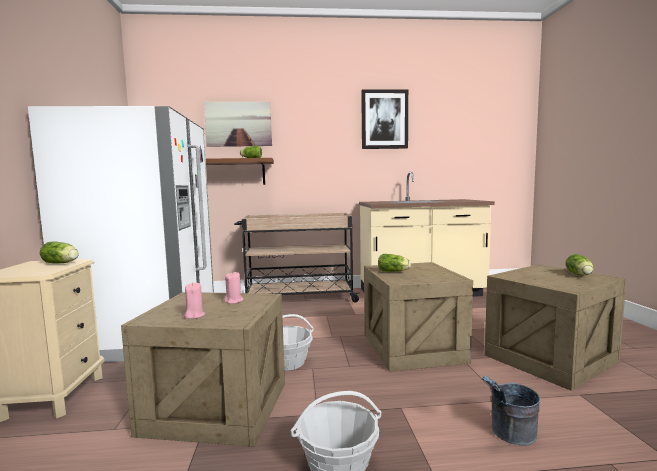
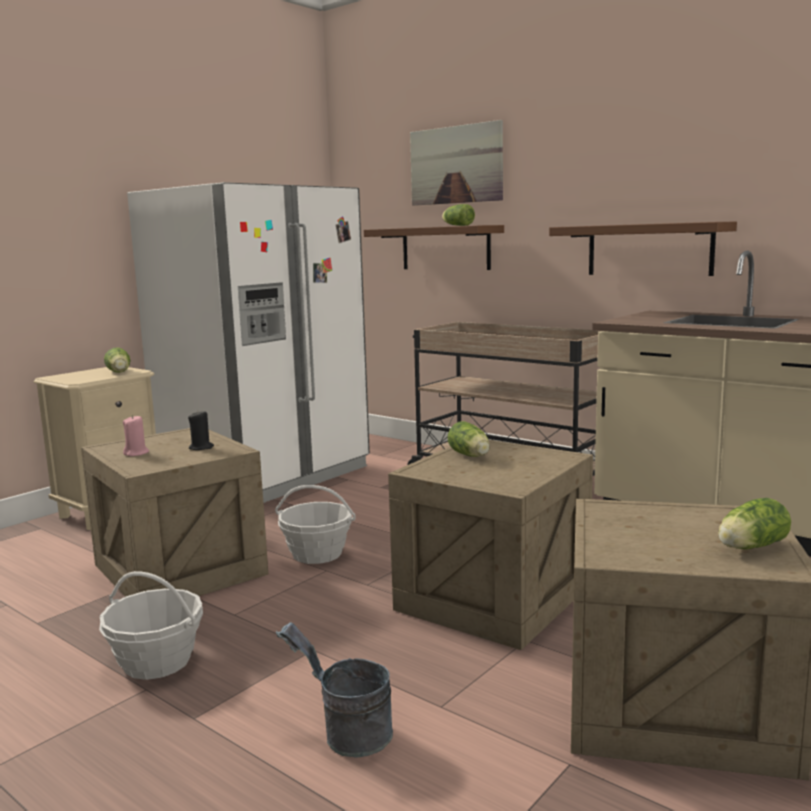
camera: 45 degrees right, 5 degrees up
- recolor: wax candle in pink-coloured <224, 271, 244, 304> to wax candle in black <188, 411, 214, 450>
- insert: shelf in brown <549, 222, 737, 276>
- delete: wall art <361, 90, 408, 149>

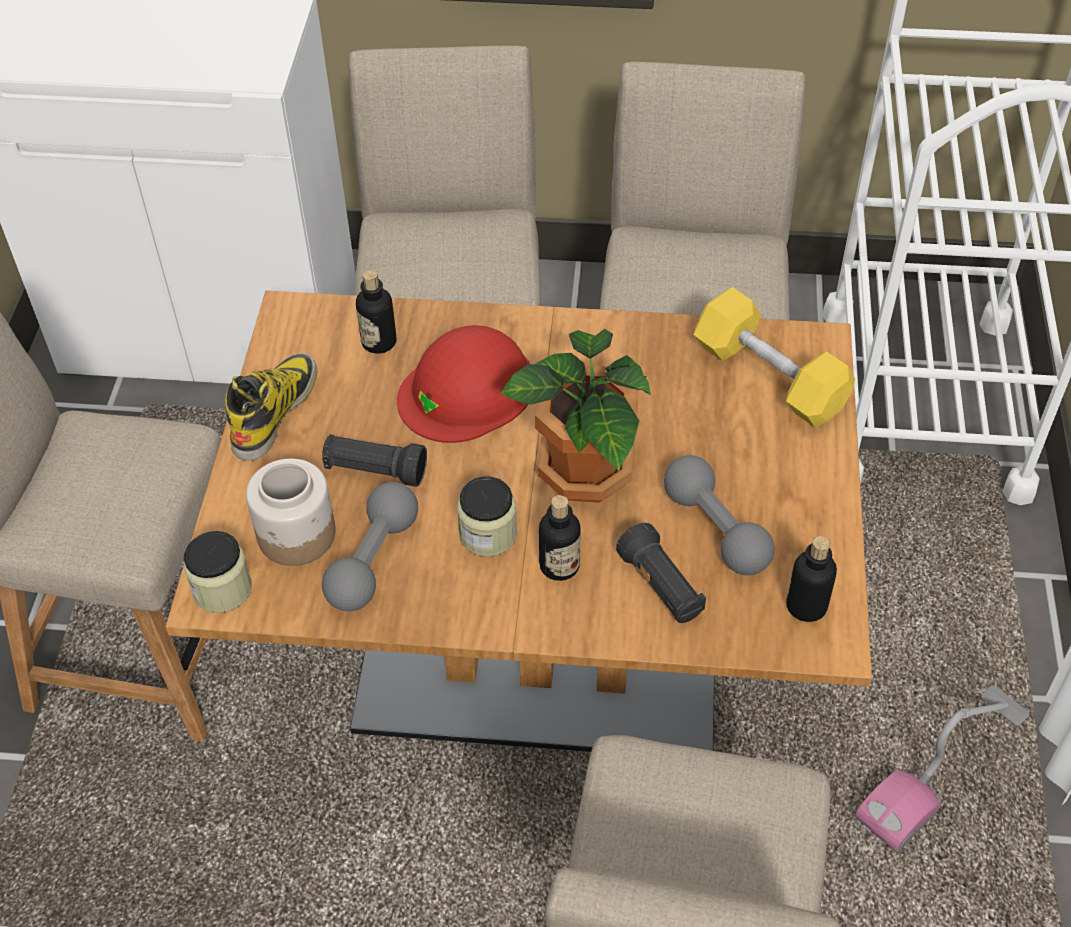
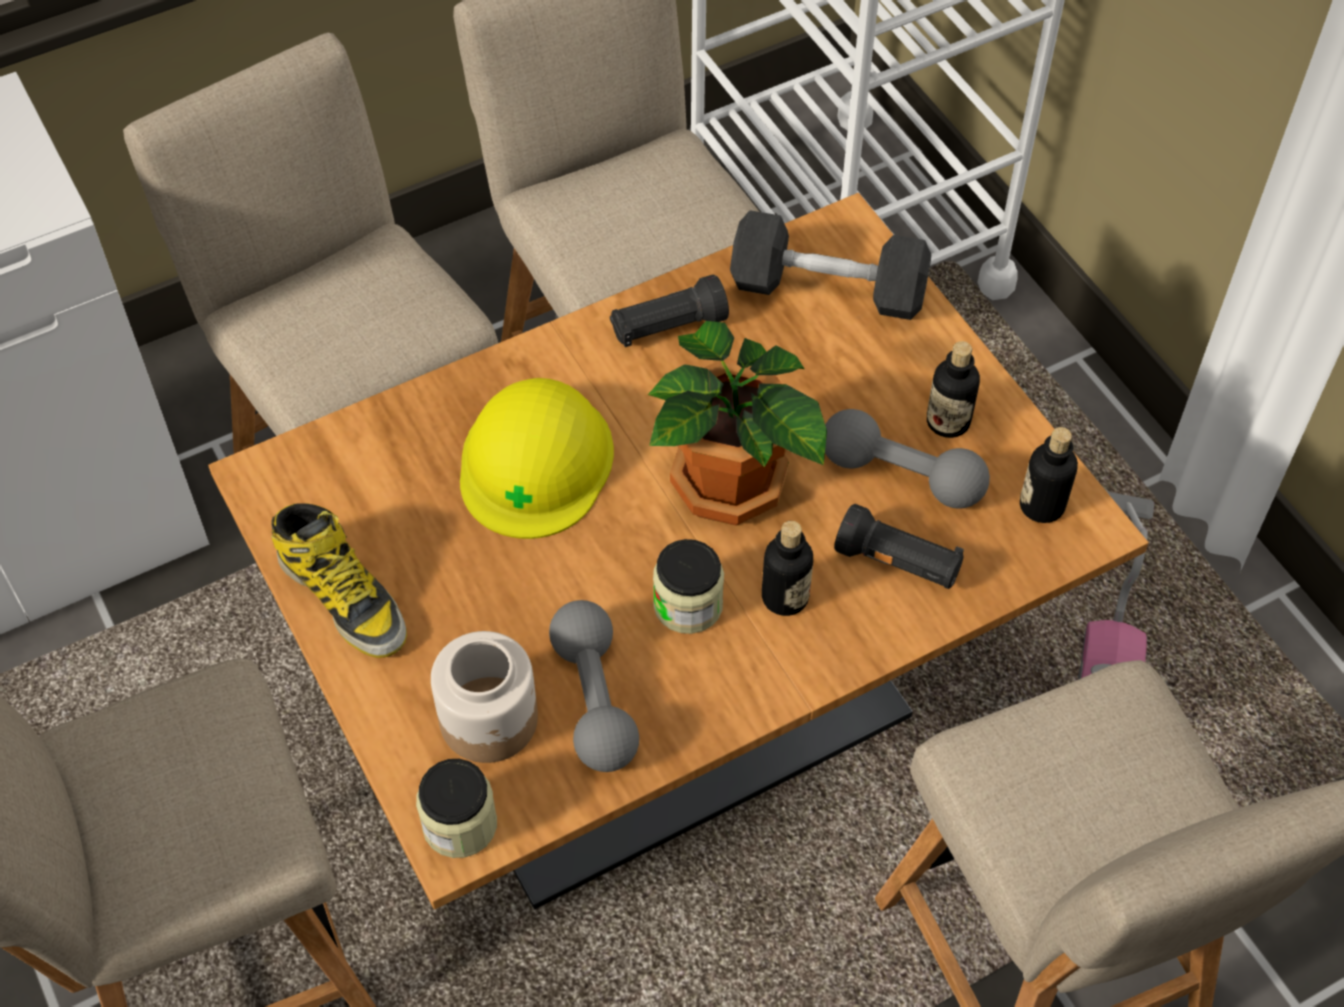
camera: 35 degrees left, 5 degrees up
- rotate: tall boot <225, 353, 318, 461> = <271, 503, 407, 658> 150 degrees clockwise
- recolor: safety helmet in red <397, 325, 530, 443> to safety helmet in yellow-coloured <460, 378, 614, 539>
- move: torch in black <322, 435, 427, 487> to <610, 275, 729, 347>
- recolor: hand weight in yellow-coloured <694, 287, 855, 428> to hand weight in greyish <730, 210, 931, 320>
- move: beverage bottle <356, 270, 397, 354> to <927, 341, 980, 438>

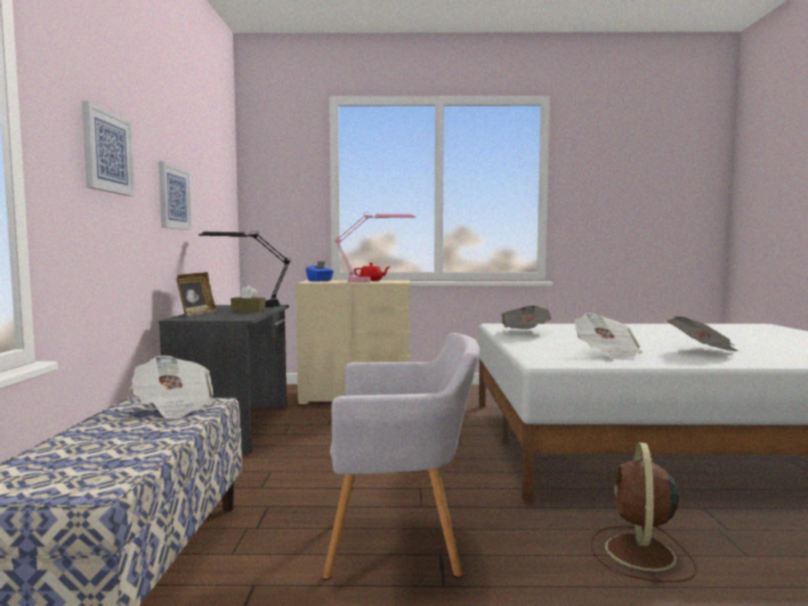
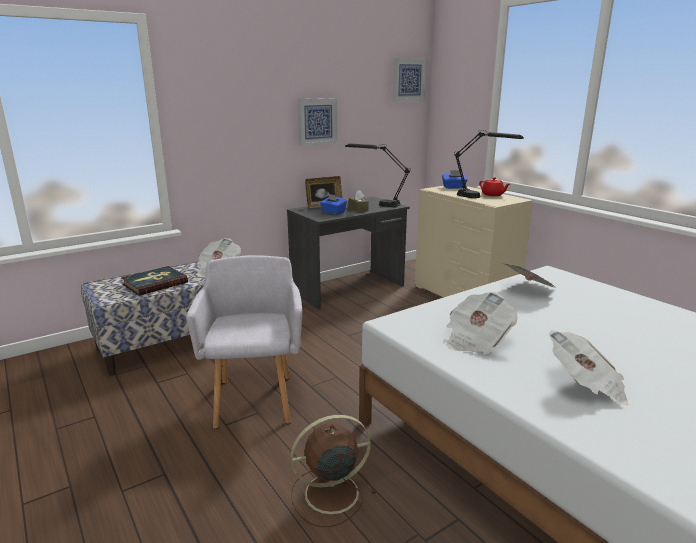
camera: 55 degrees right, 15 degrees up
- insert: bound book <121, 266, 188, 296>
- rotate: easy chair in greyish <322, 333, 480, 580> = <186, 255, 303, 429> 150 degrees counterclockwise
- insert: box of tissues in blue-coloured <320, 194, 347, 214>
- move: wall art <82, 101, 135, 196> to <393, 58, 427, 101>
- recolor: table lamp in pink-coloured <334, 213, 416, 283> to table lamp in black <454, 130, 524, 198>

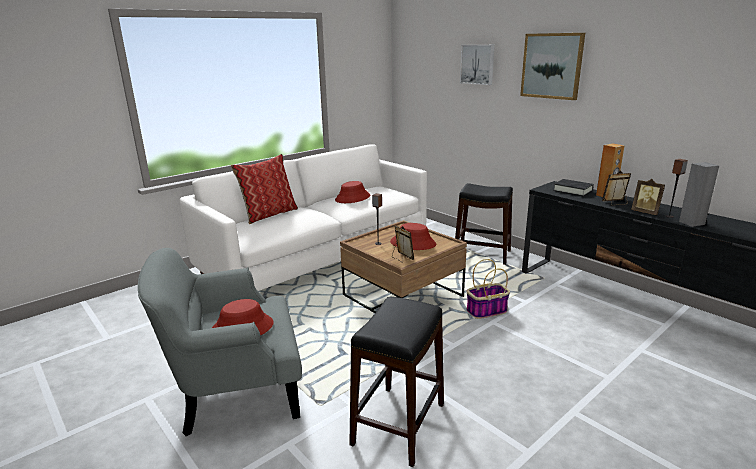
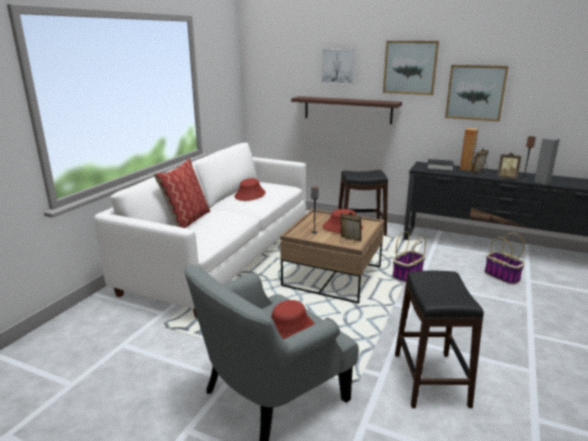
camera: 25 degrees left, 0 degrees up
- insert: shelf <291, 96, 402, 124>
- insert: wall art <445, 65, 509, 122>
- insert: household basket <484, 233, 525, 285>

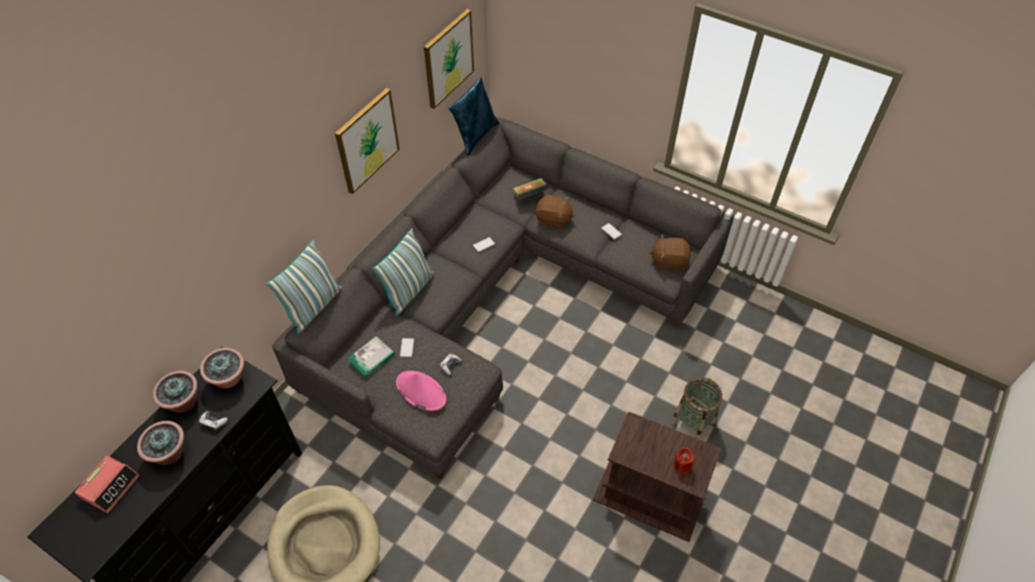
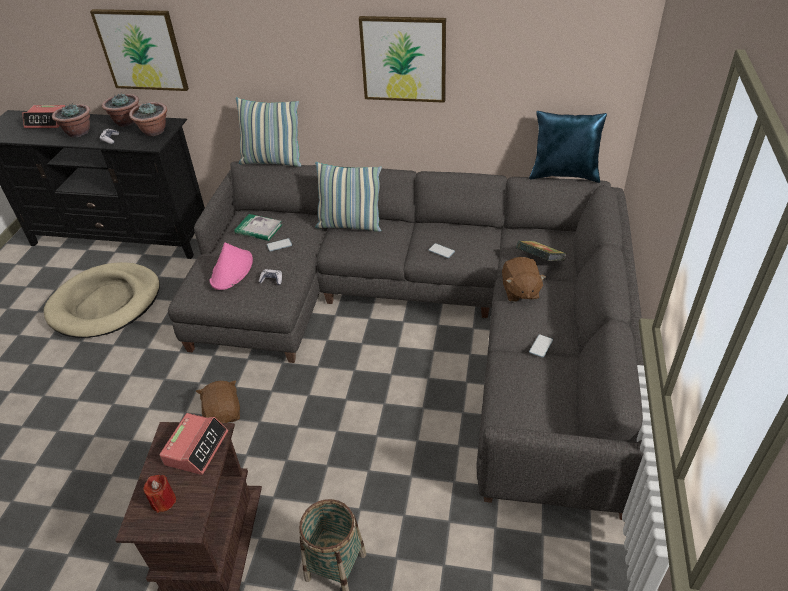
camera: 70 degrees right, 10 degrees down
- move: wall art <424, 9, 474, 109> to <90, 9, 189, 91>
- insert: bedside clock <159, 413, 228, 475>
- move: plush toy in brown <649, 235, 691, 271> to <196, 381, 240, 423>

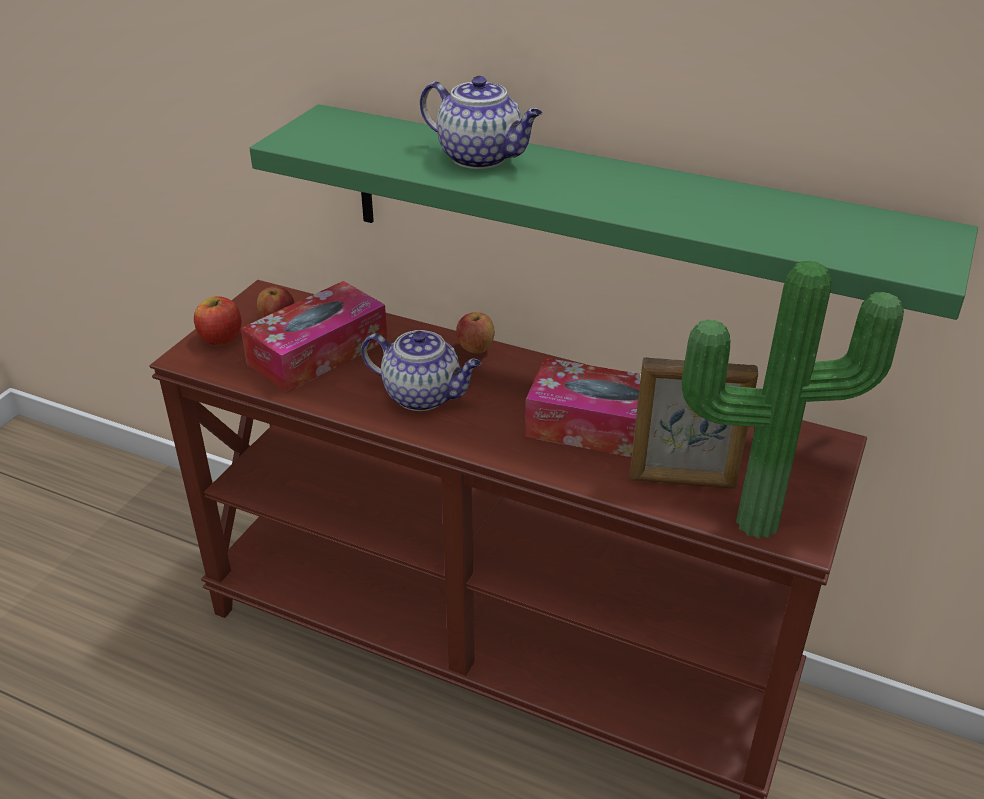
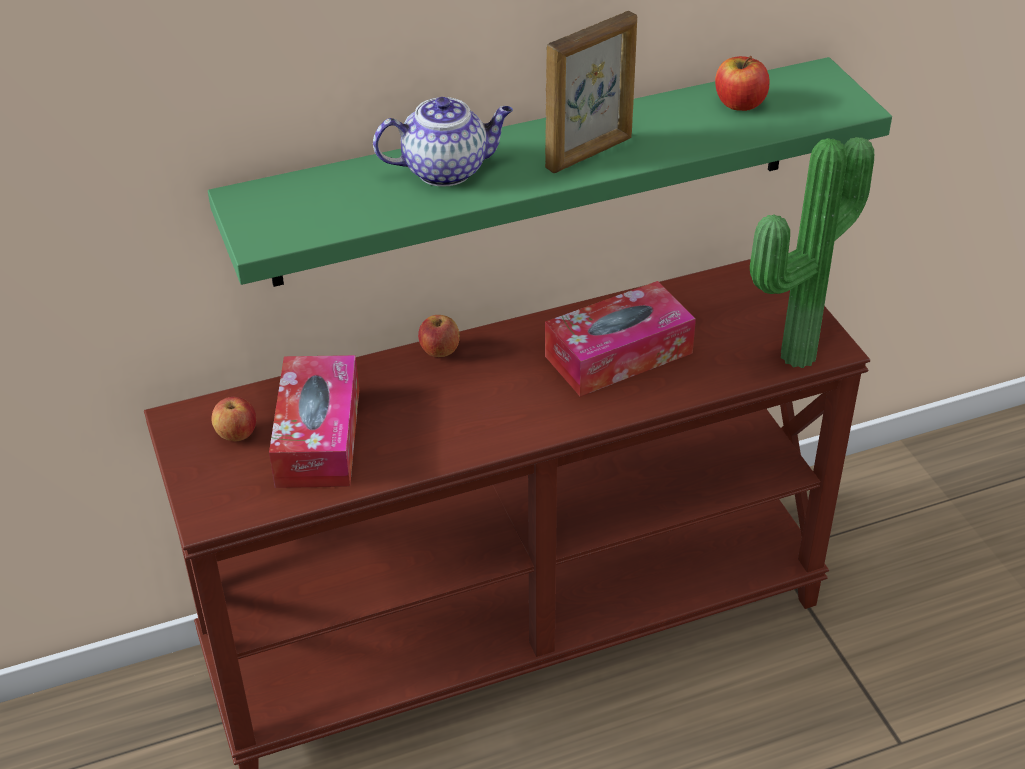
camera: 45 degrees left, 5 degrees up
- move: photo frame <630, 357, 758, 489> to <545, 11, 637, 173>
- move: apple <194, 296, 241, 346> to <715, 56, 770, 111>
- delete: pot for tea <361, 330, 481, 411>

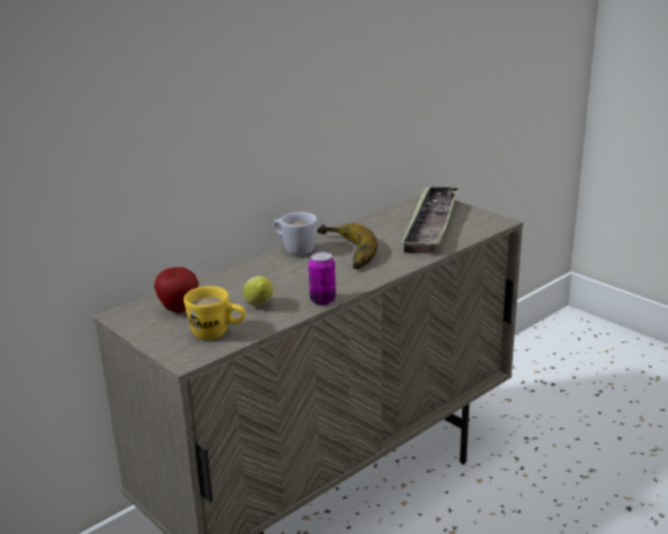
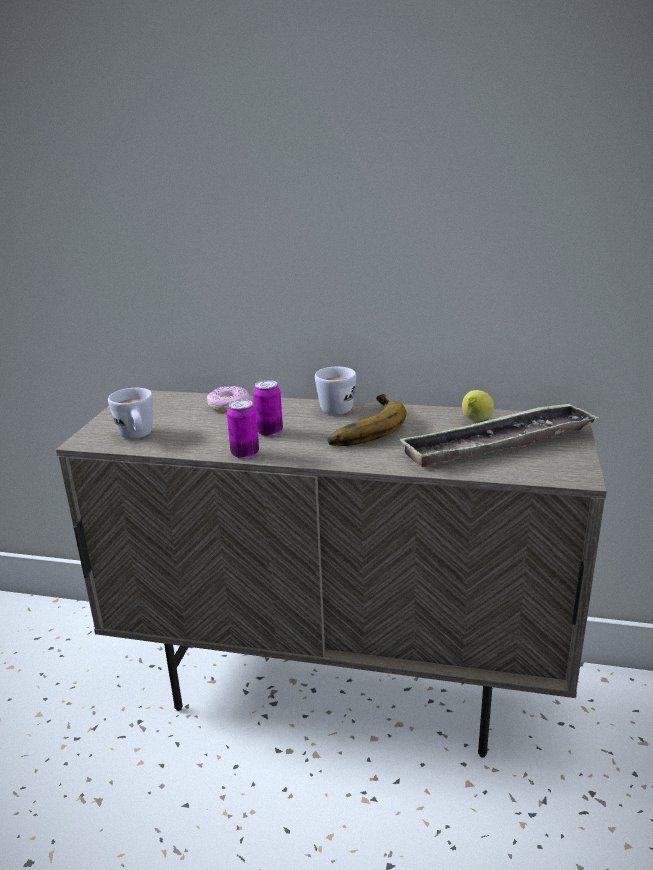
camera: 55 degrees right, 0 degrees up
- recolor: coffee mug in yellow-coloured <184, 286, 246, 340> to coffee mug in white <108, 388, 153, 439>
- insert: donut <207, 386, 249, 412>
- insert: sealed can <253, 380, 283, 436>
- move: whole lemon <243, 276, 273, 306> to <462, 390, 494, 421>
- delete: apple <154, 267, 199, 313>

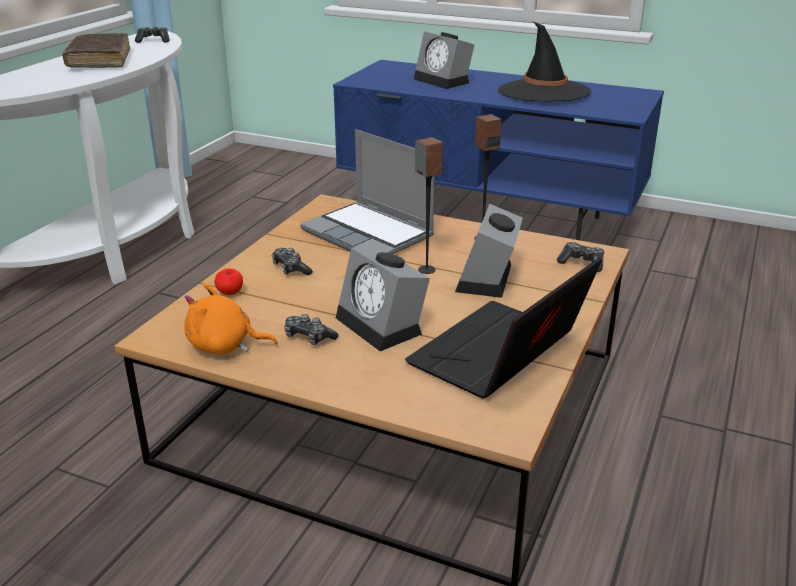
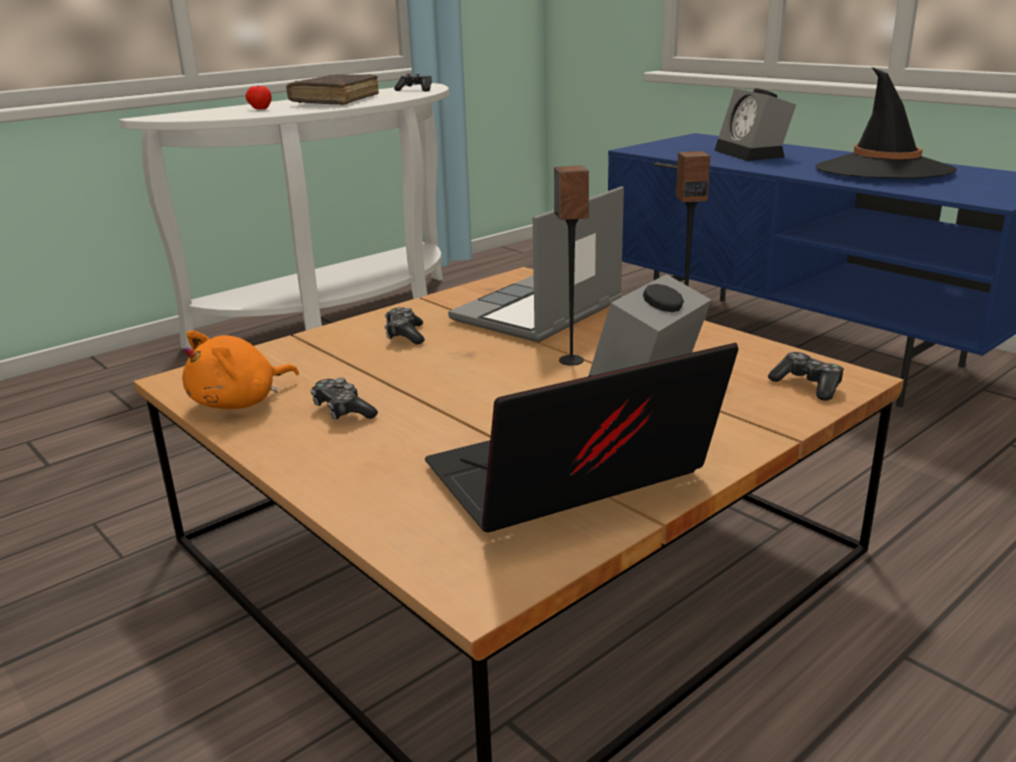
camera: 25 degrees right, 5 degrees down
- rotate: plush toy in orangey <184, 284, 277, 354> = <182, 330, 299, 409> 75 degrees counterclockwise
- move: apple <214, 269, 243, 295> to <245, 86, 272, 109>
- rotate: laptop <300, 129, 435, 254> = <448, 186, 624, 343> 60 degrees clockwise
- delete: bedside clock <336, 248, 430, 351>

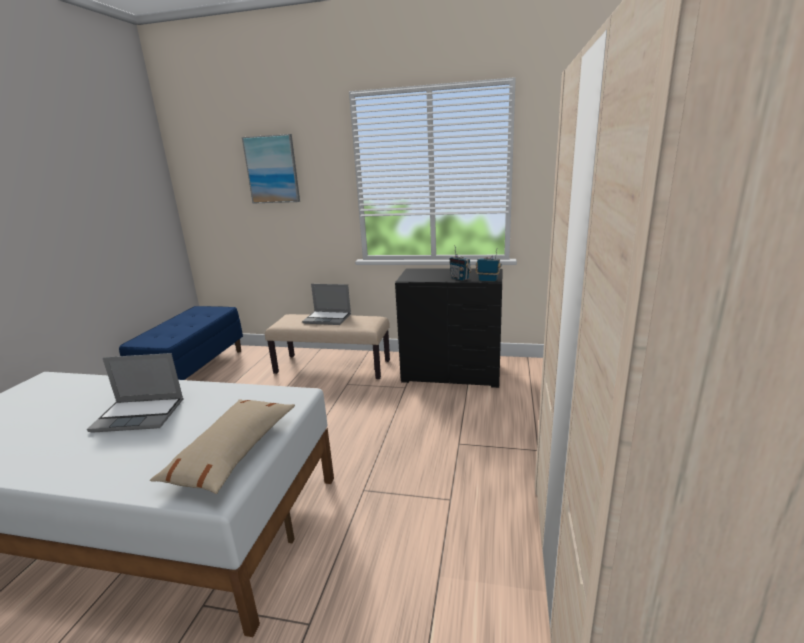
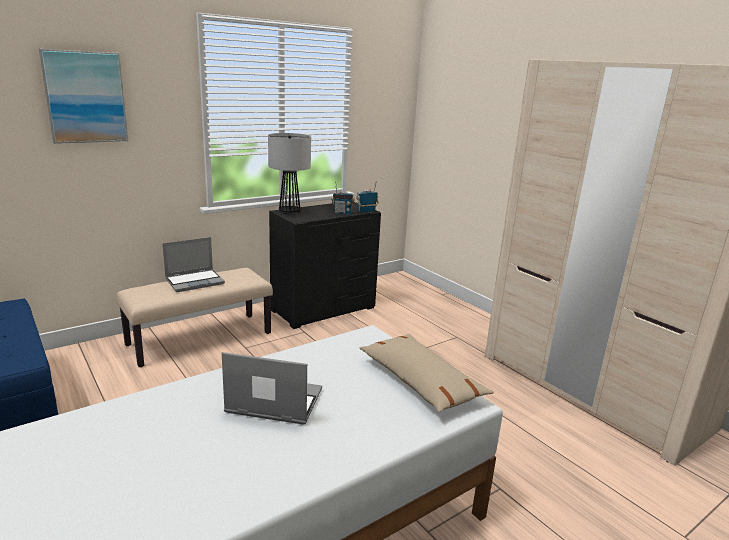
camera: 50 degrees left, 0 degrees up
- rotate: laptop <87, 353, 184, 433> = <222, 352, 322, 425> 120 degrees counterclockwise
- insert: table lamp <268, 133, 311, 214>

